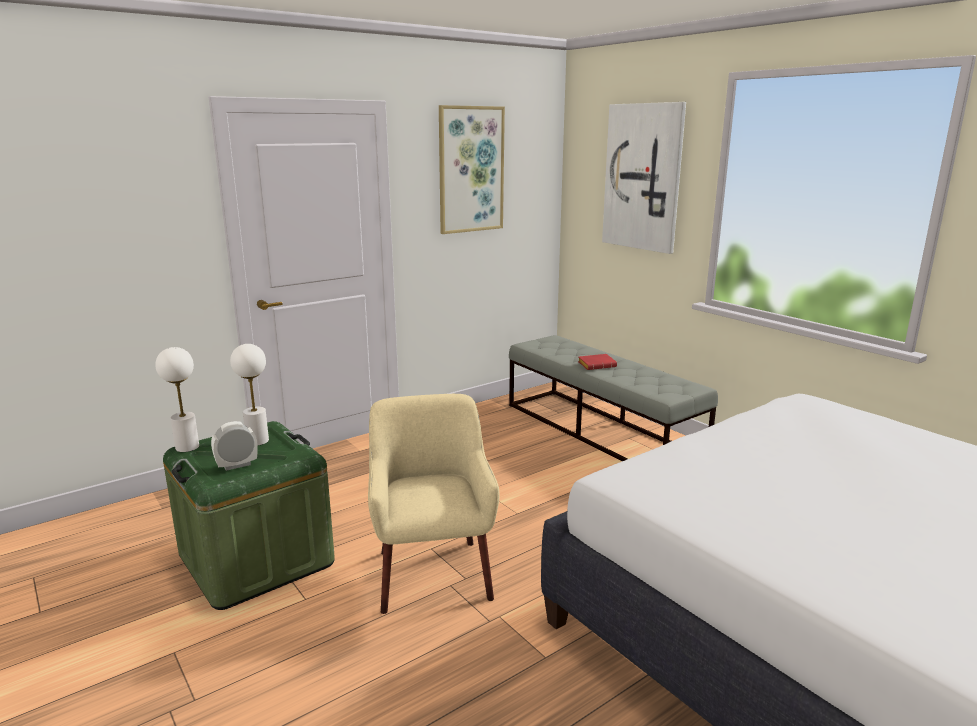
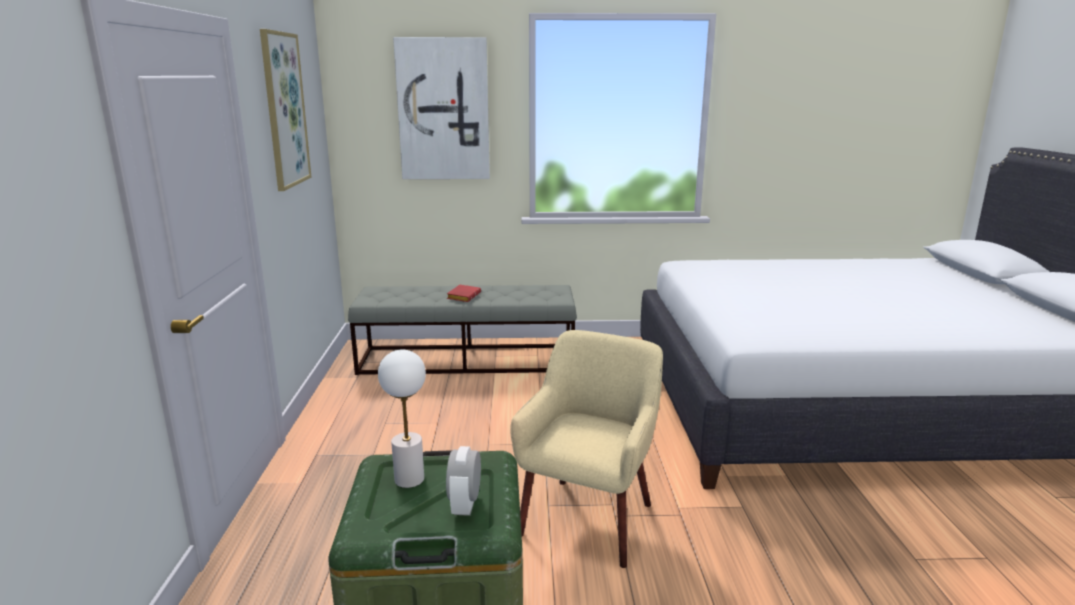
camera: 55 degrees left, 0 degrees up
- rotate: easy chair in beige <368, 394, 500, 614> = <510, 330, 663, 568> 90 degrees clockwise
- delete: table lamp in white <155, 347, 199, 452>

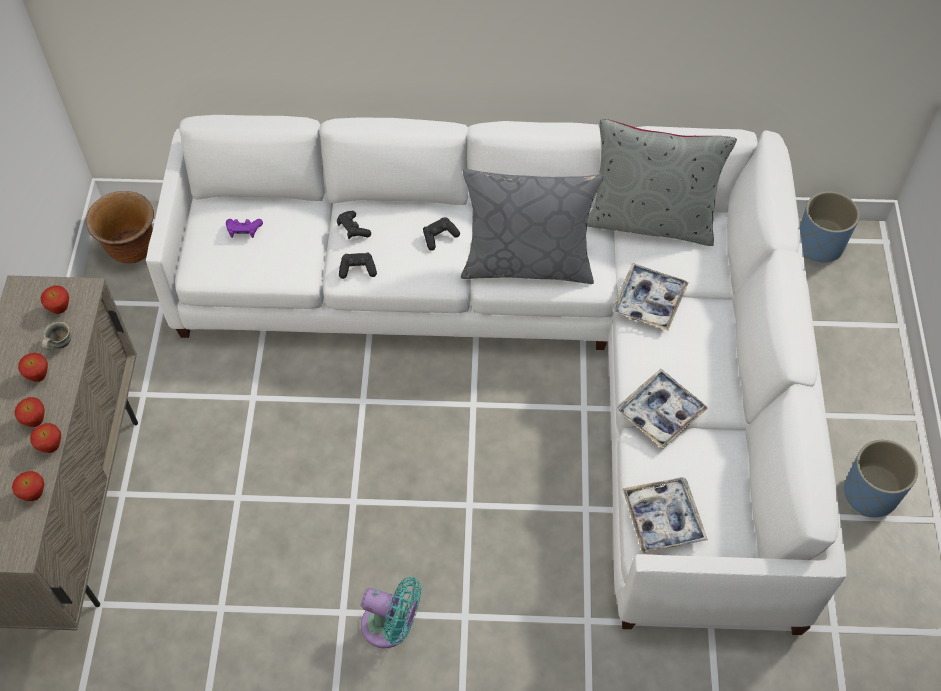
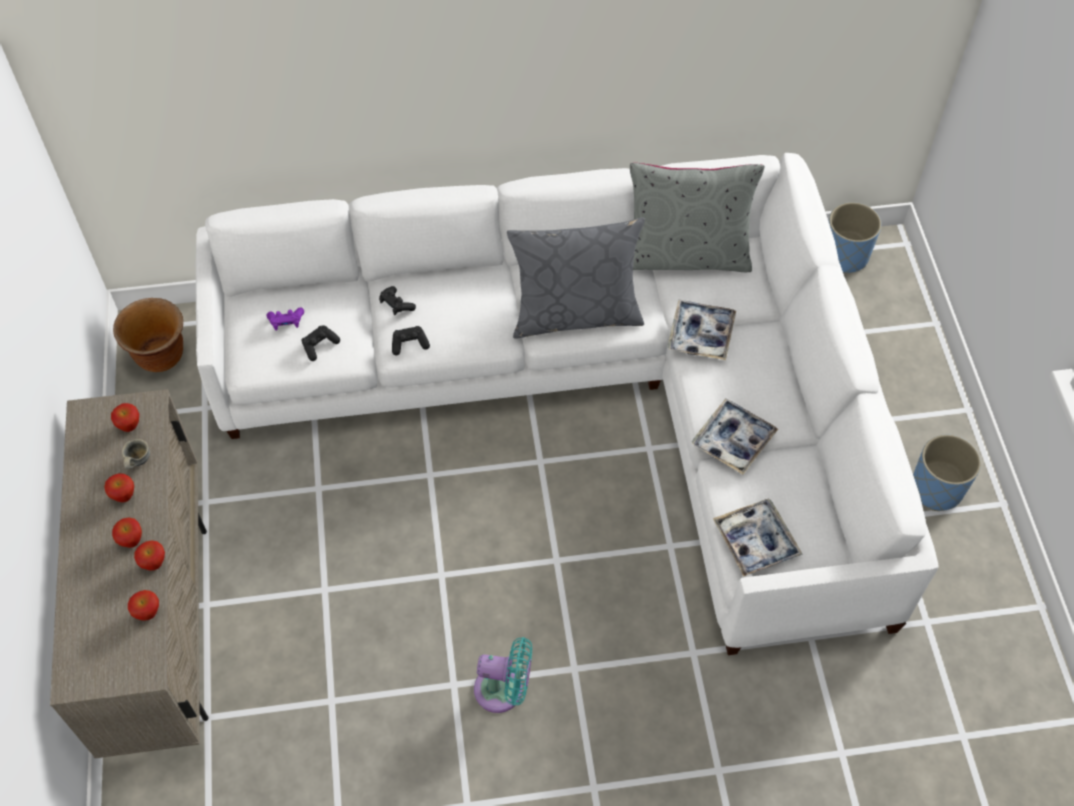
camera: 10 degrees left, 0 degrees up
- move: joypad in black <423, 218, 460, 251> to <302, 325, 340, 361>

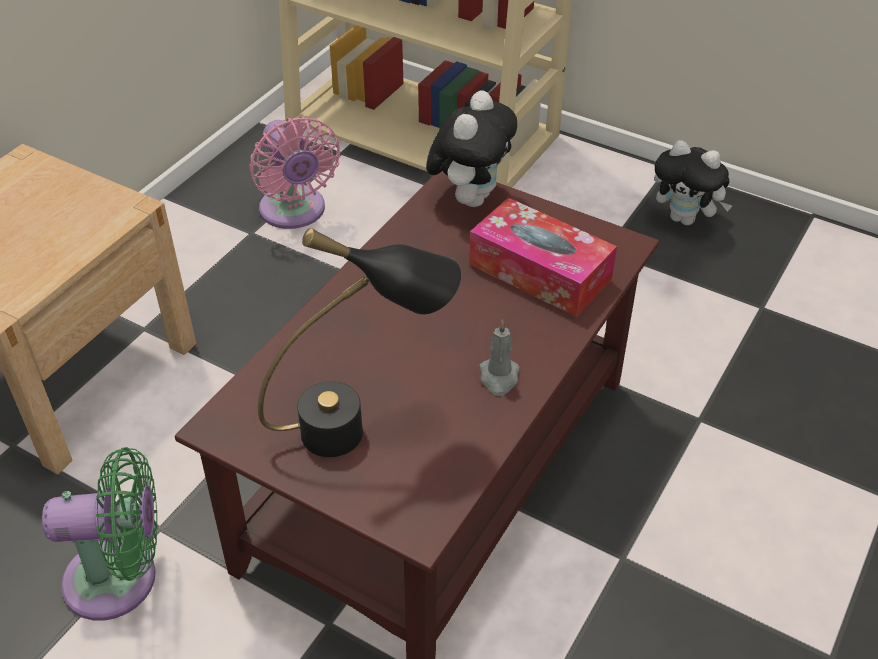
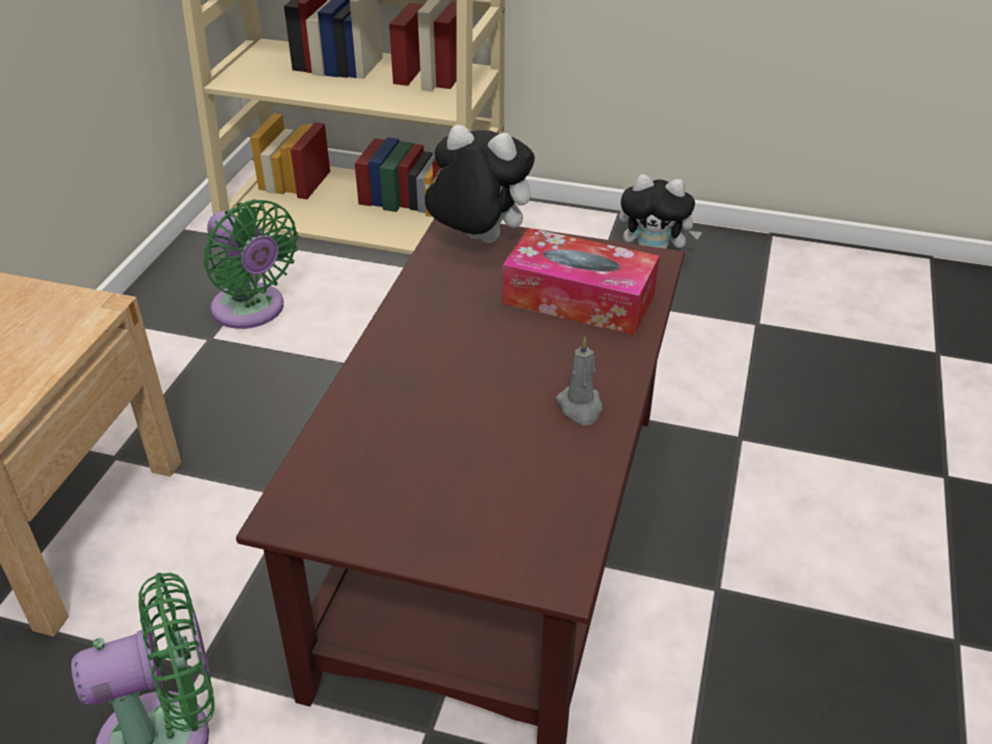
camera: 15 degrees left, 5 degrees down
- recolor: electric fan in pink-coloured <249, 116, 340, 229> to electric fan in green-coloured <203, 199, 298, 329>
- rotate: plush toy <426, 91, 517, 207> = <425, 125, 535, 243> 75 degrees counterclockwise
- delete: table lamp in black <258, 228, 461, 457>

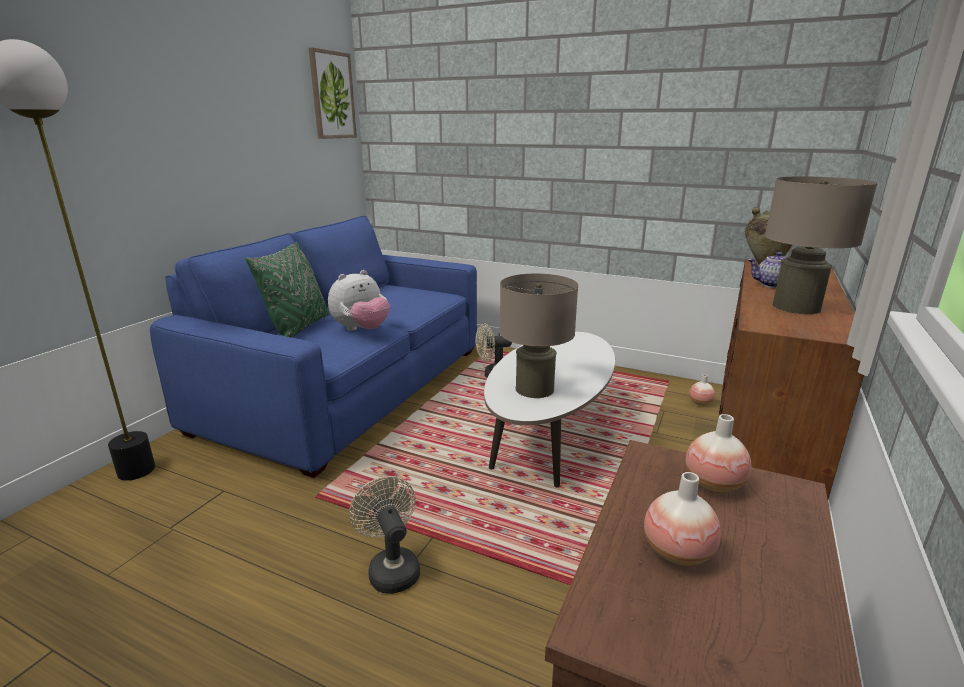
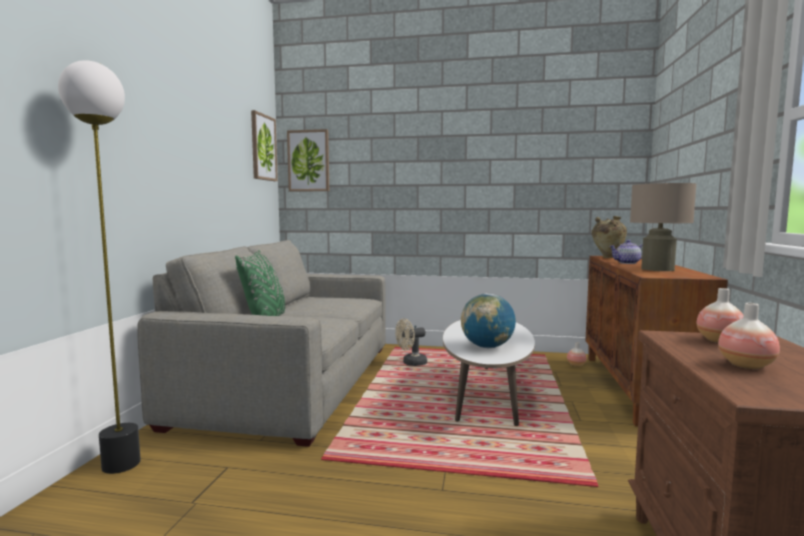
camera: 15 degrees left, 15 degrees down
- recolor: couch in blue-coloured <150, 216, 477, 478> to couch in greyish <137, 240, 386, 447>
- insert: wall art <287, 129, 329, 192>
- replace: table lamp in beige <500, 274, 578, 398> to desk globe <461, 293, 516, 348>
- delete: plush toy <328, 270, 390, 331>
- delete: electric fan in beige <350, 476, 420, 594>

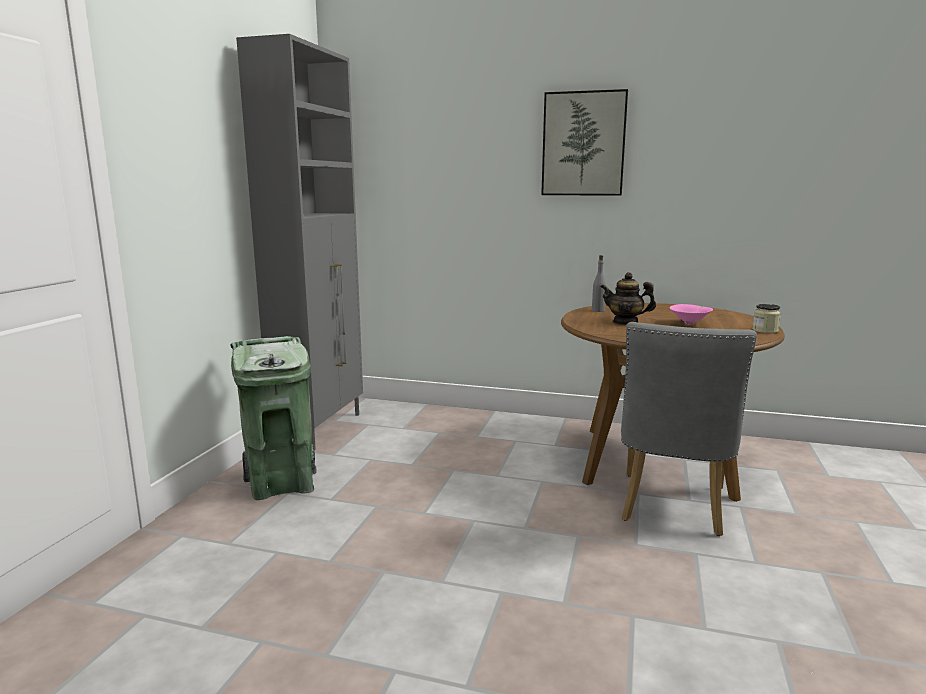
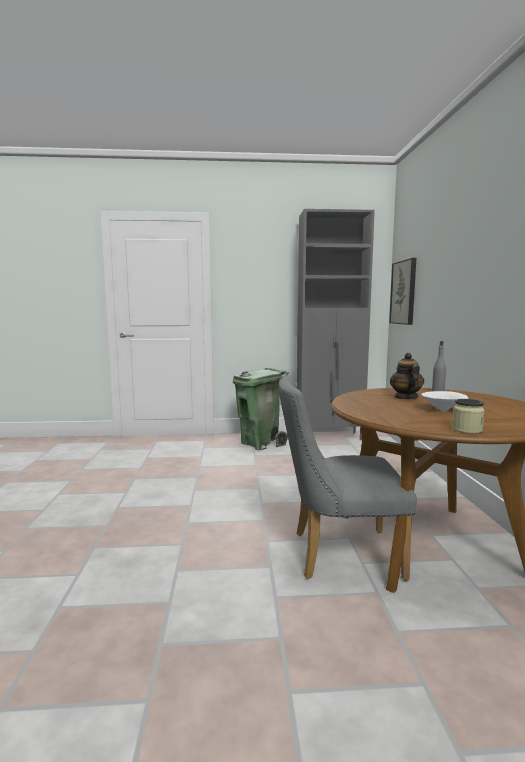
camera: 70 degrees right, 5 degrees down
- move: wall art <541, 89, 628, 196> to <389, 258, 416, 325>
- recolor: deep dish in pink-coloured <670, 304, 713, 325> to deep dish in white <421, 391, 468, 412>

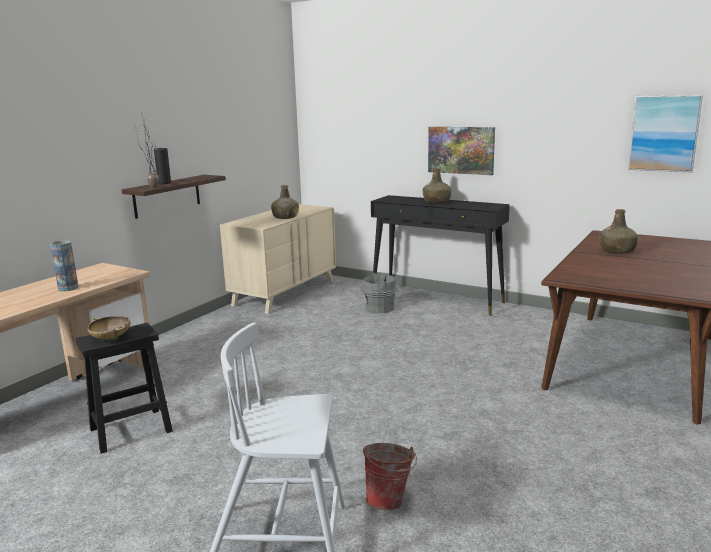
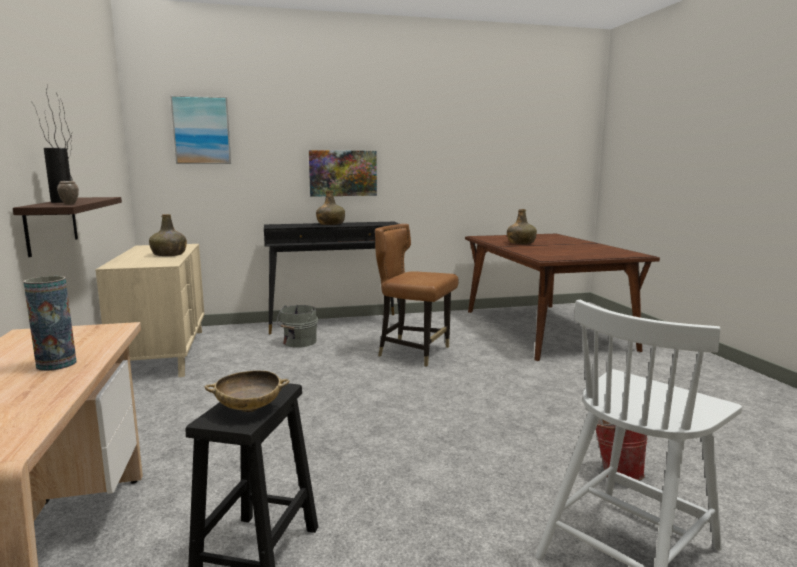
camera: 45 degrees left, 5 degrees down
- move: wall art <628, 95, 703, 173> to <170, 95, 231, 164>
- insert: plain chair in brown <375, 224, 459, 367>

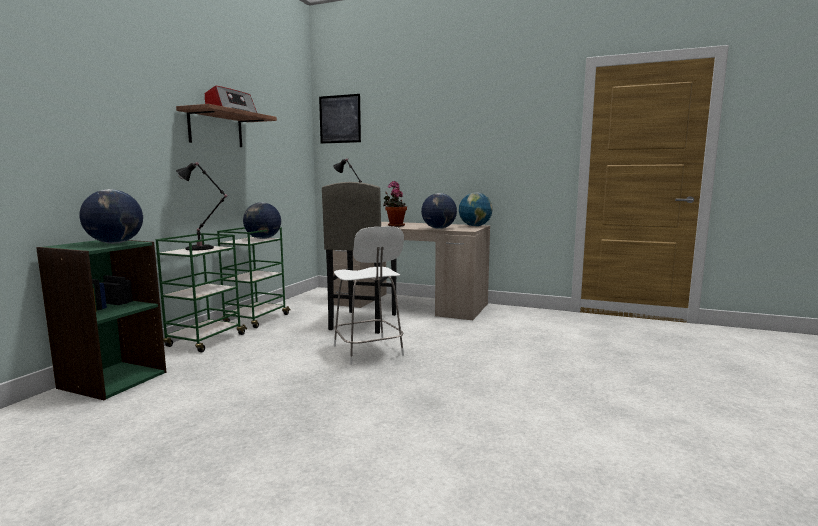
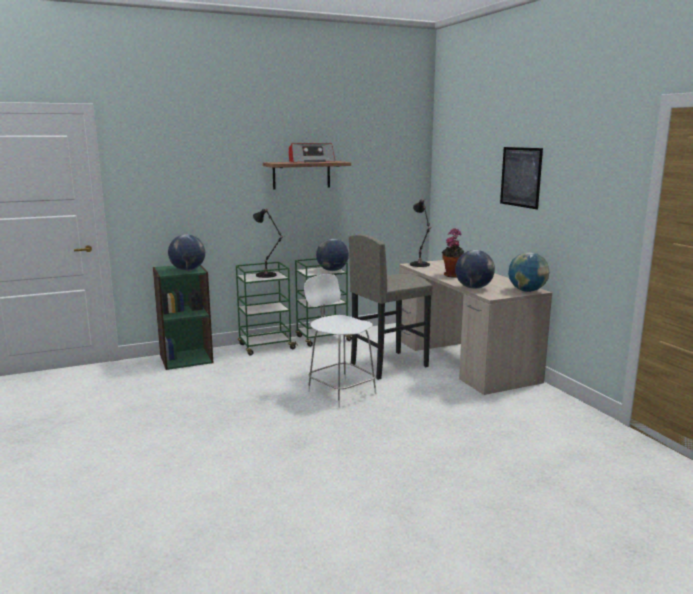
camera: 45 degrees right, 5 degrees up
- rotate: plain chair in white <334, 226, 404, 365> = <304, 274, 377, 408> 120 degrees clockwise
- move: wall art <319, 94, 361, 144> to <500, 147, 543, 209>

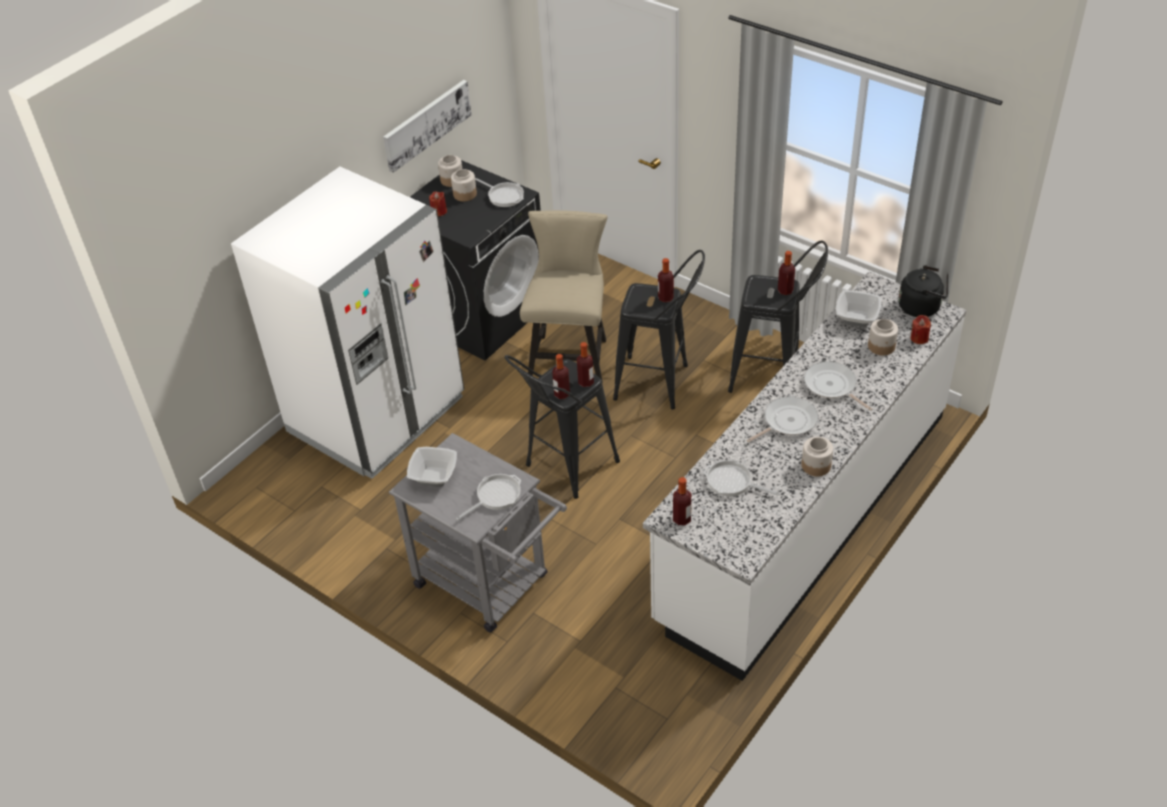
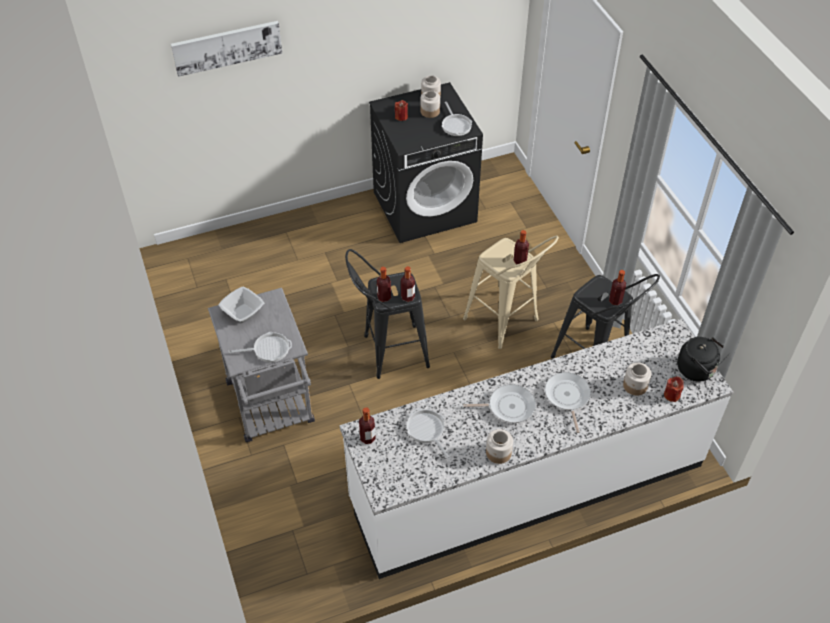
camera: 30 degrees right, 5 degrees up
- move: wall art <383, 80, 472, 173> to <171, 21, 282, 77>
- recolor: sitting stool in black <613, 250, 705, 409> to sitting stool in beige <463, 236, 559, 349>
- delete: kitchen fridge in white <231, 167, 464, 479>
- delete: plain chair in beige <520, 210, 608, 383>
- delete: deep dish <836, 290, 881, 327>

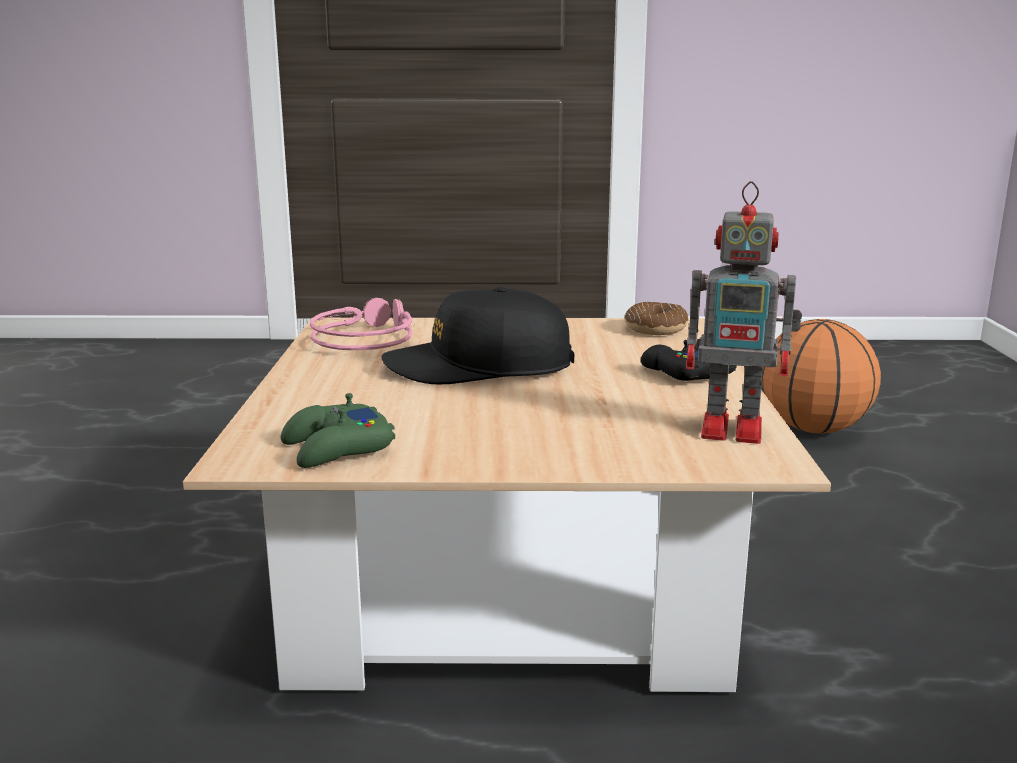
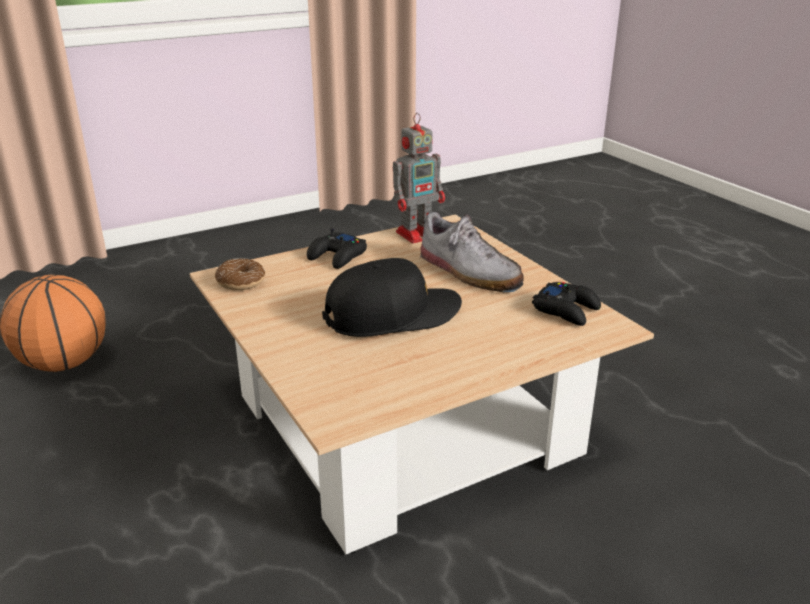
camera: 120 degrees left, 10 degrees up
- rotate: baseball cap in black <381, 287, 574, 384> = <322, 258, 462, 337> 75 degrees counterclockwise
- rotate: robot figure <686, 181, 802, 444> = <393, 113, 445, 243> 75 degrees clockwise
- insert: shoe <420, 212, 524, 292>
- recolor: joypad in green-coloured <281, 393, 395, 468> to joypad in black <532, 282, 601, 326>
- delete: headset in pink-coloured <310, 298, 415, 350>

